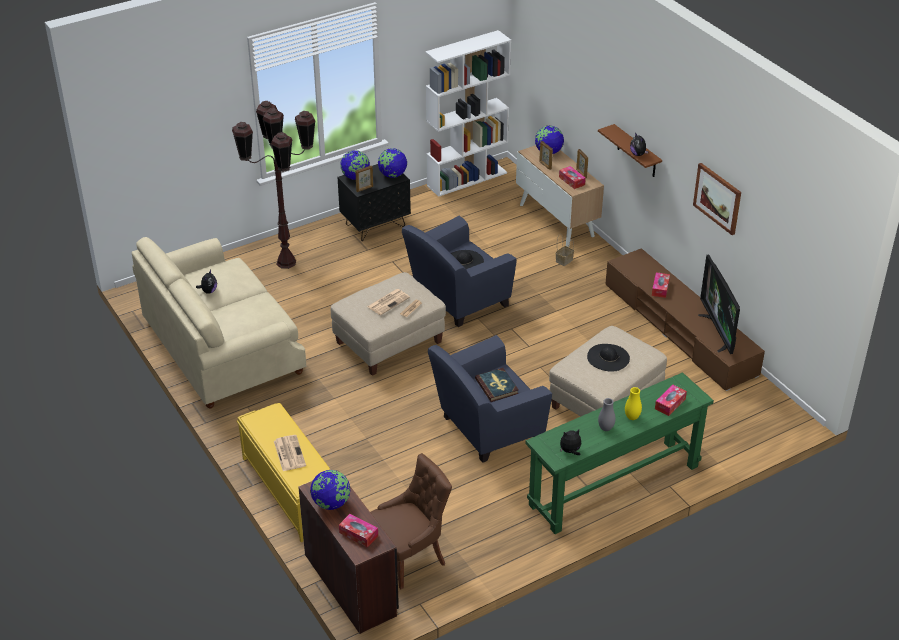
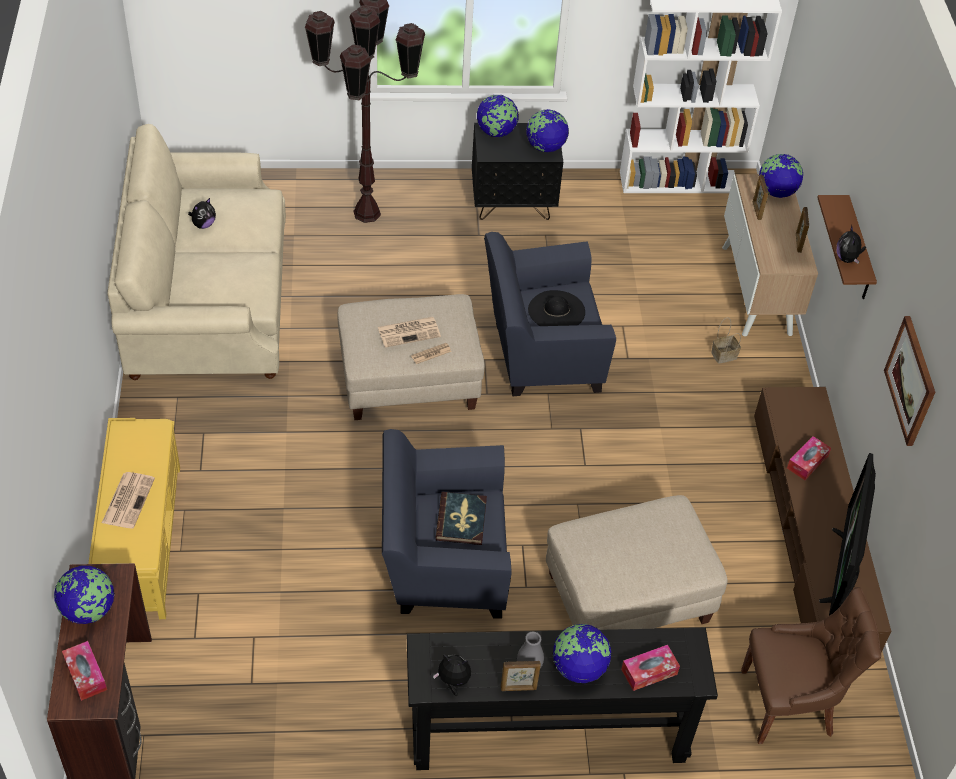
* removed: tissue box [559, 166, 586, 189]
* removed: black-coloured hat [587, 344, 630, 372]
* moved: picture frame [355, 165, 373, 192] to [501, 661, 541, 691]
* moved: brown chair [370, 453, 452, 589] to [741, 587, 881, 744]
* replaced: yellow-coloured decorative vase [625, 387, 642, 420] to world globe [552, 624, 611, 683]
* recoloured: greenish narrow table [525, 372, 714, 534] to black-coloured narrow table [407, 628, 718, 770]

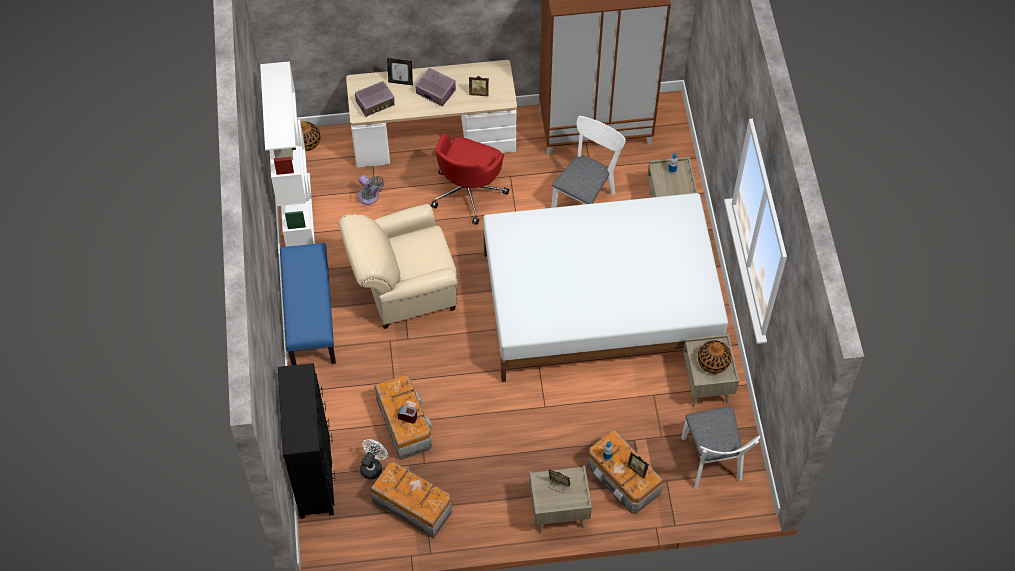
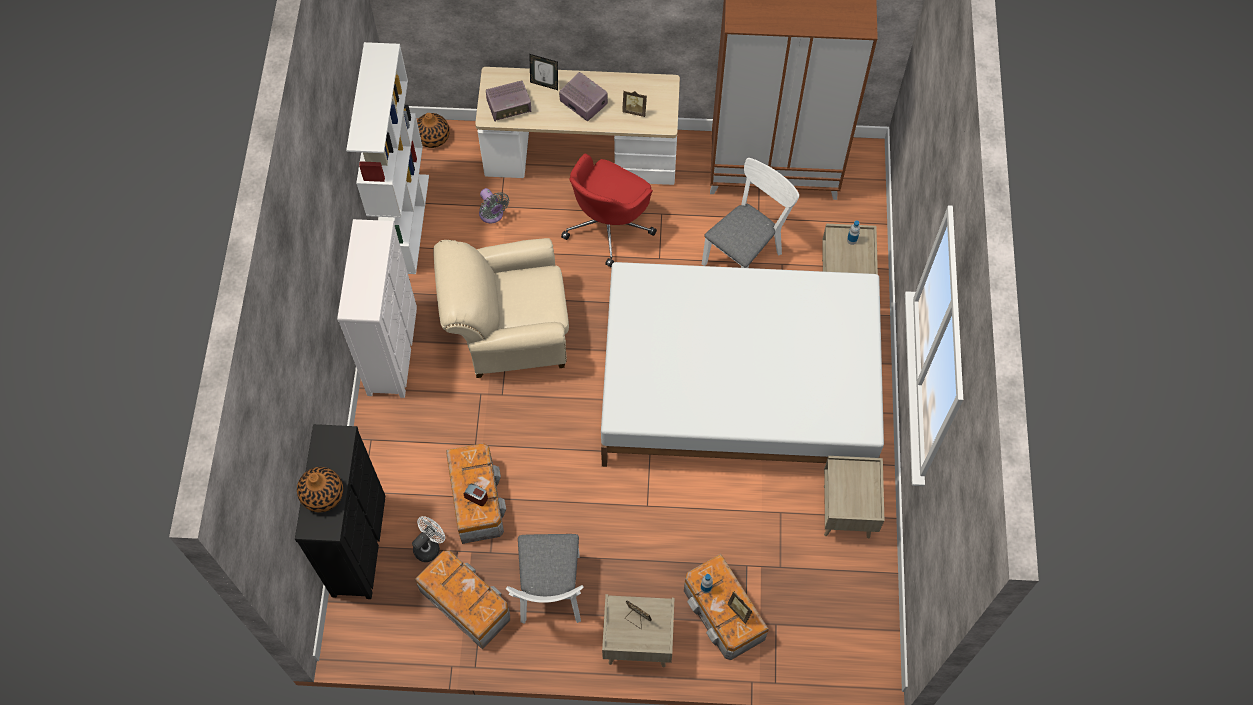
* moved: white chair [681, 407, 760, 489] to [506, 534, 584, 624]
* moved: decorative vase [698, 340, 731, 374] to [297, 467, 343, 512]
* replaced: bluish long seat [280, 243, 336, 365] to white dresser [337, 219, 417, 398]

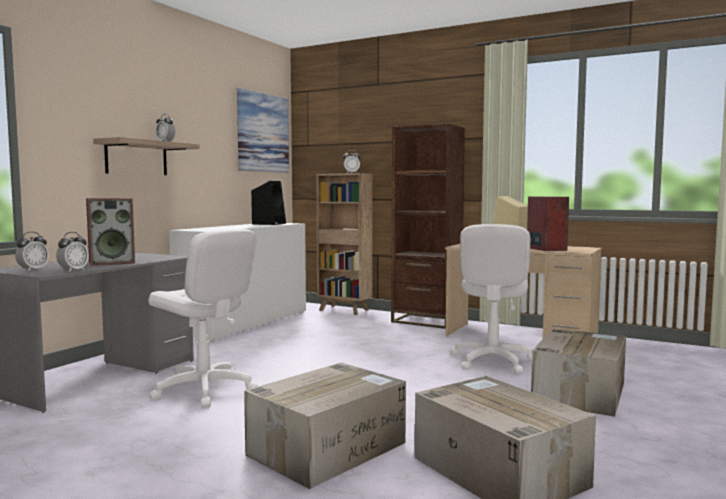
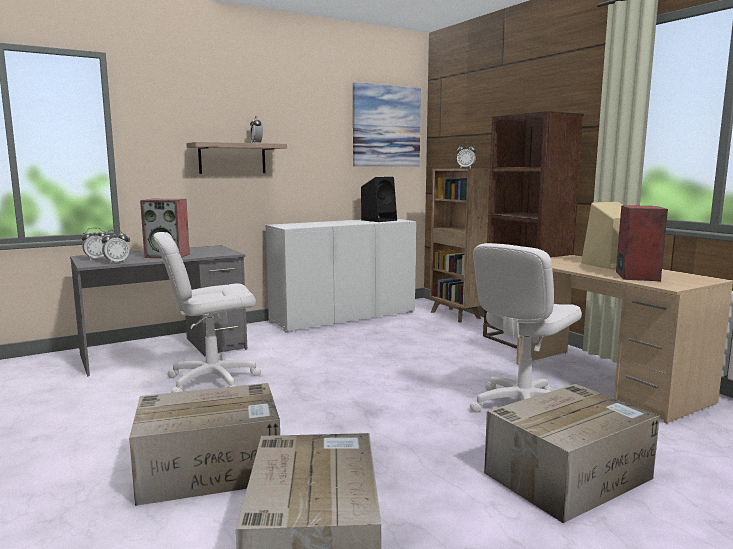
* turned: white computer chair [149, 229, 258, 408] = [153, 232, 261, 393] 90 degrees clockwise

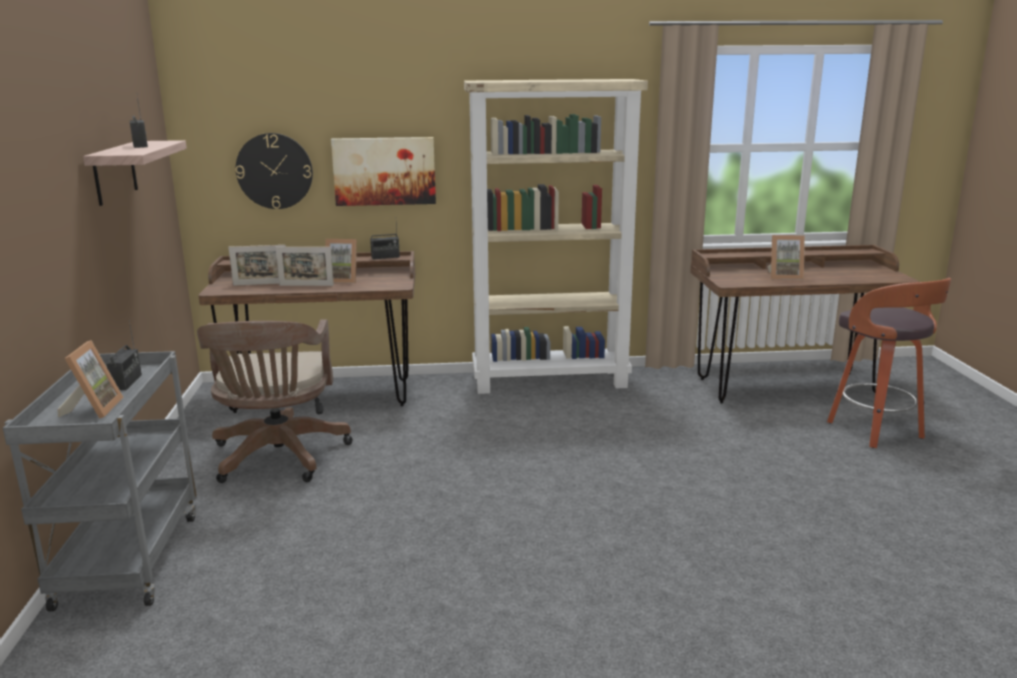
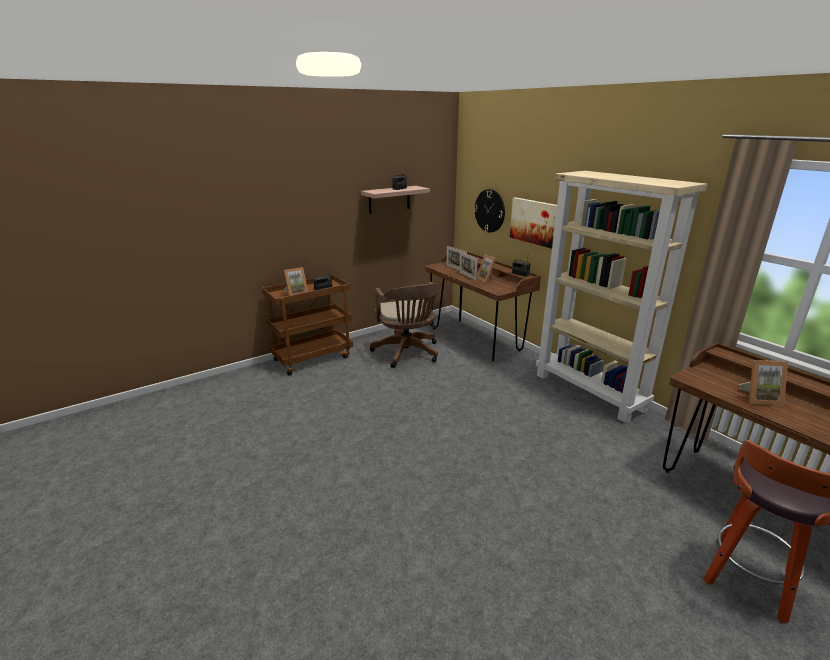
* recoloured: greyish wheeled cart [3, 351, 197, 611] to brown wheeled cart [262, 274, 353, 375]
* turned: brown computer chair [197, 319, 353, 483] = [370, 282, 440, 368] 75 degrees counterclockwise
* turned: picture frame [768, 235, 805, 280] = [739, 360, 788, 406] 60 degrees counterclockwise

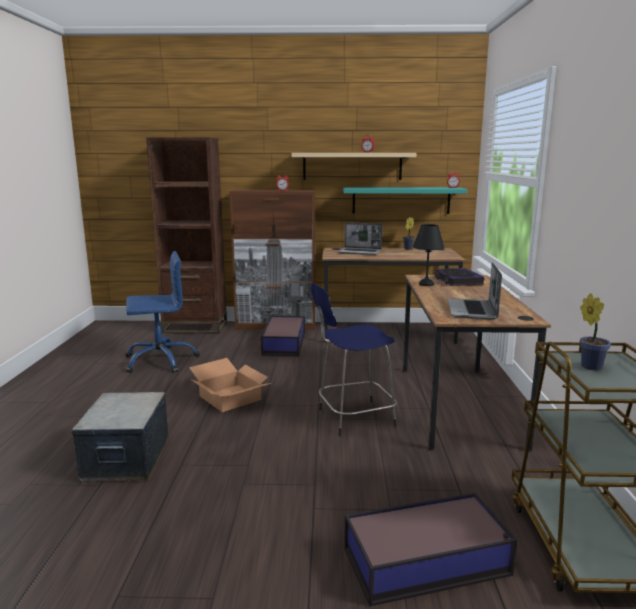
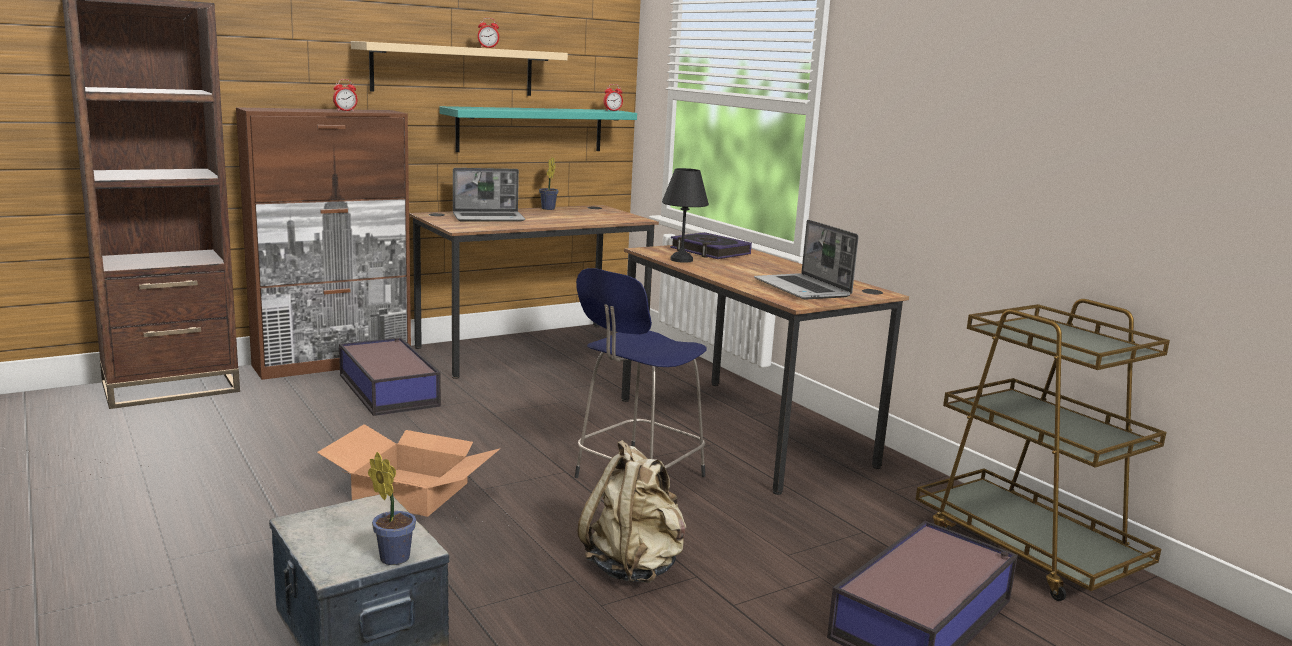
* removed: bluish computer chair [125, 251, 200, 373]
* added: beige rucksack [577, 440, 687, 583]
* moved: potted plant [580, 293, 611, 370] to [368, 452, 416, 565]

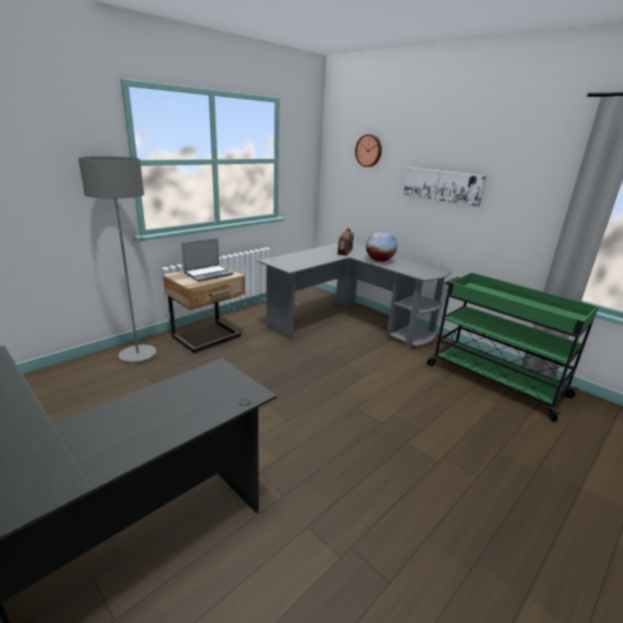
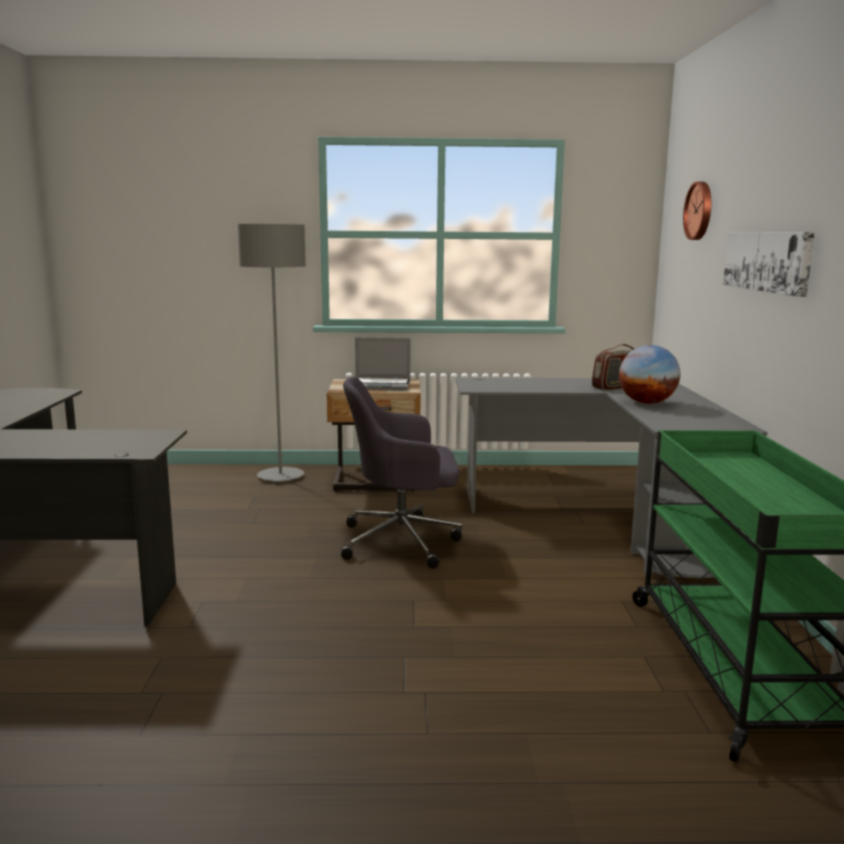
* added: greyish computer chair [341, 377, 462, 568]

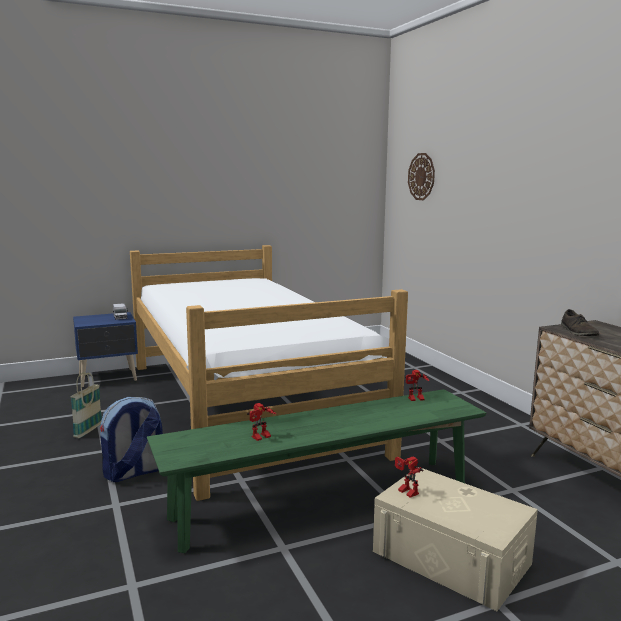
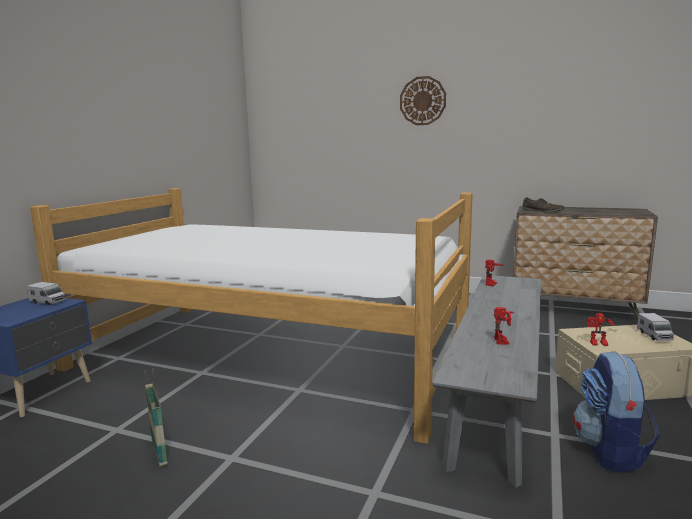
* added: toy truck [637, 313, 674, 341]
* moved: rucksack [100, 397, 163, 482] to [573, 352, 660, 472]
* moved: hanging clock [408, 153, 435, 200] to [400, 76, 446, 125]
* recoloured: greenish long seat [147, 389, 486, 553] to greyish long seat [432, 275, 541, 488]

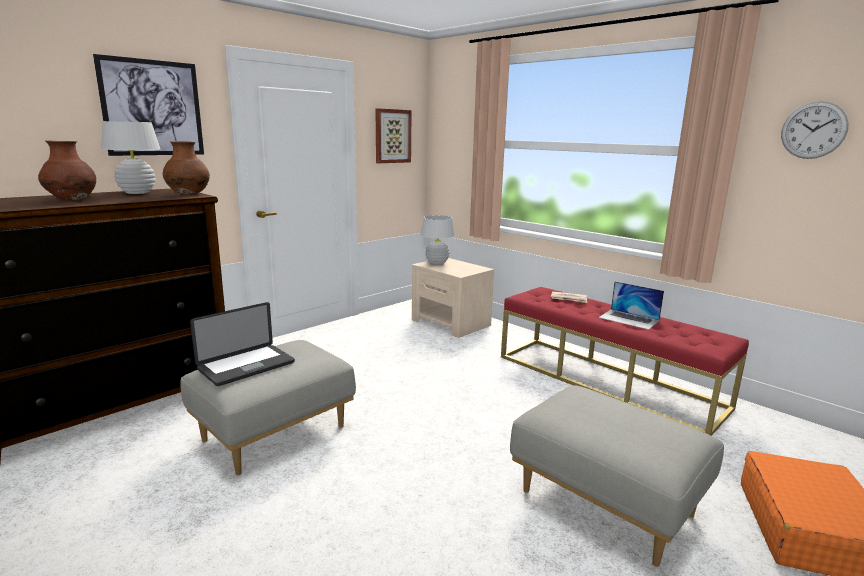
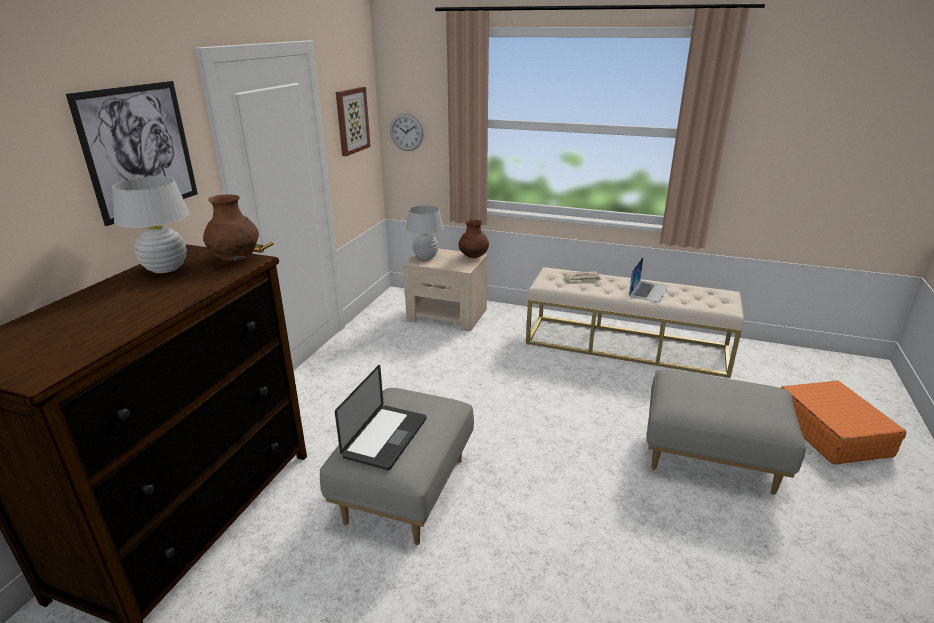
* moved: brown decorative vase [38, 140, 96, 201] to [458, 220, 489, 258]
* moved: hanging clock [781, 101, 849, 159] to [390, 113, 424, 151]
* recoloured: reddish long seat [501, 287, 749, 436] to beige long seat [526, 267, 744, 378]
* turned: portable computer [599, 281, 664, 330] = [629, 256, 669, 303] 75 degrees counterclockwise

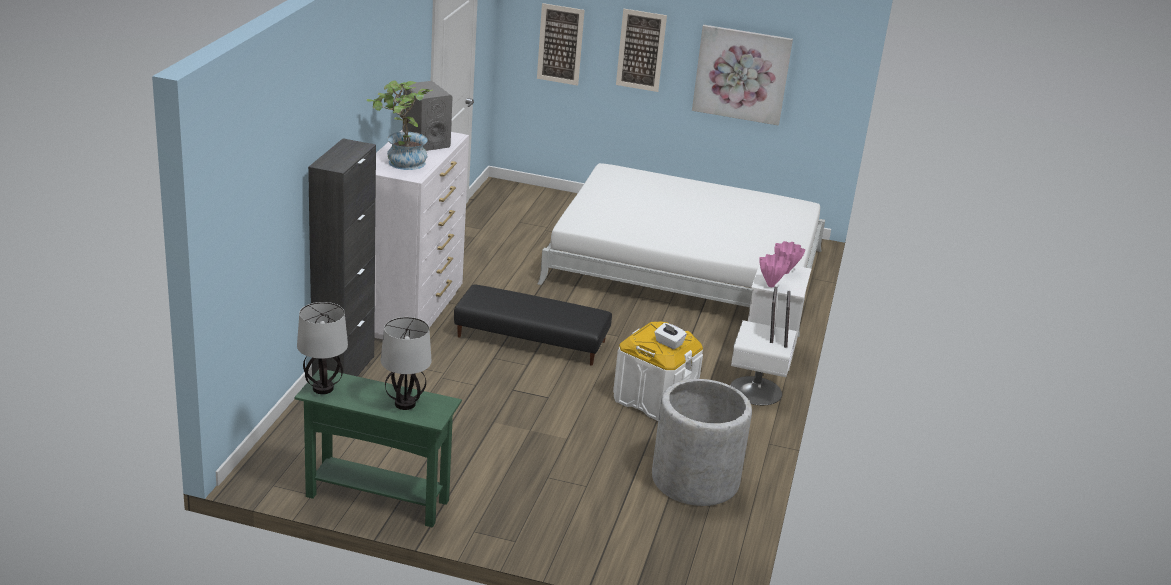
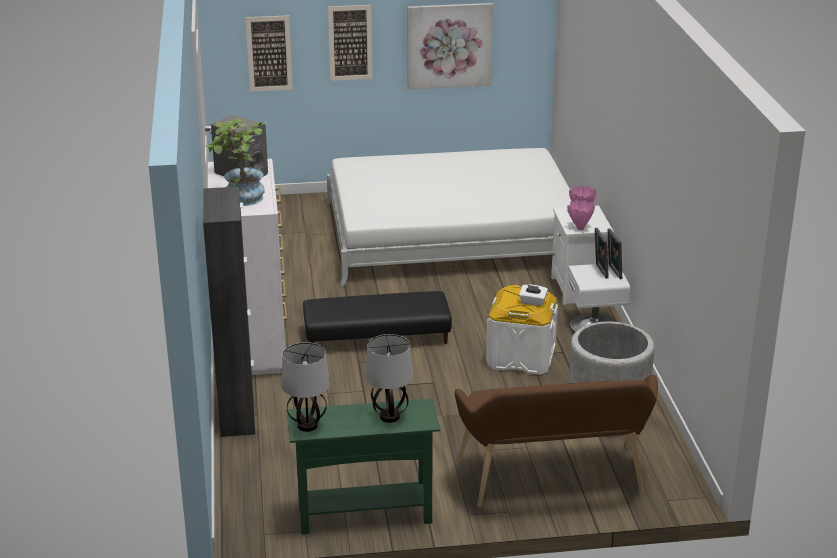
* added: brown long seat [454, 374, 658, 507]

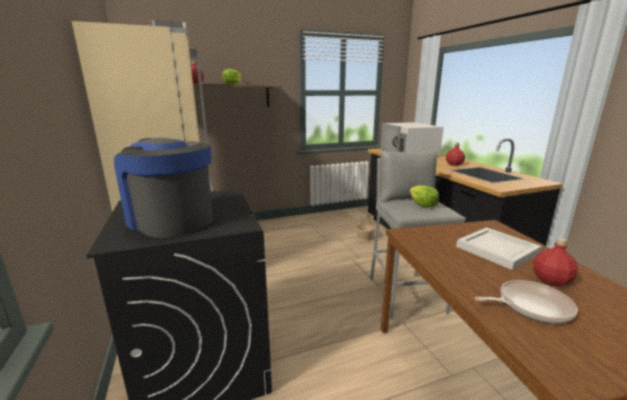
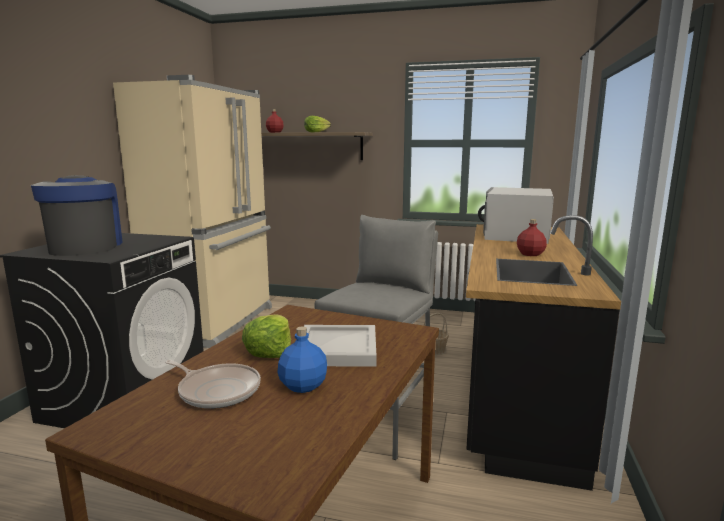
* moved: lettuce head [410, 186, 439, 207] to [242, 314, 291, 358]
* recoloured: reddish drink bottle [533, 238, 578, 286] to bluish drink bottle [277, 327, 327, 393]

